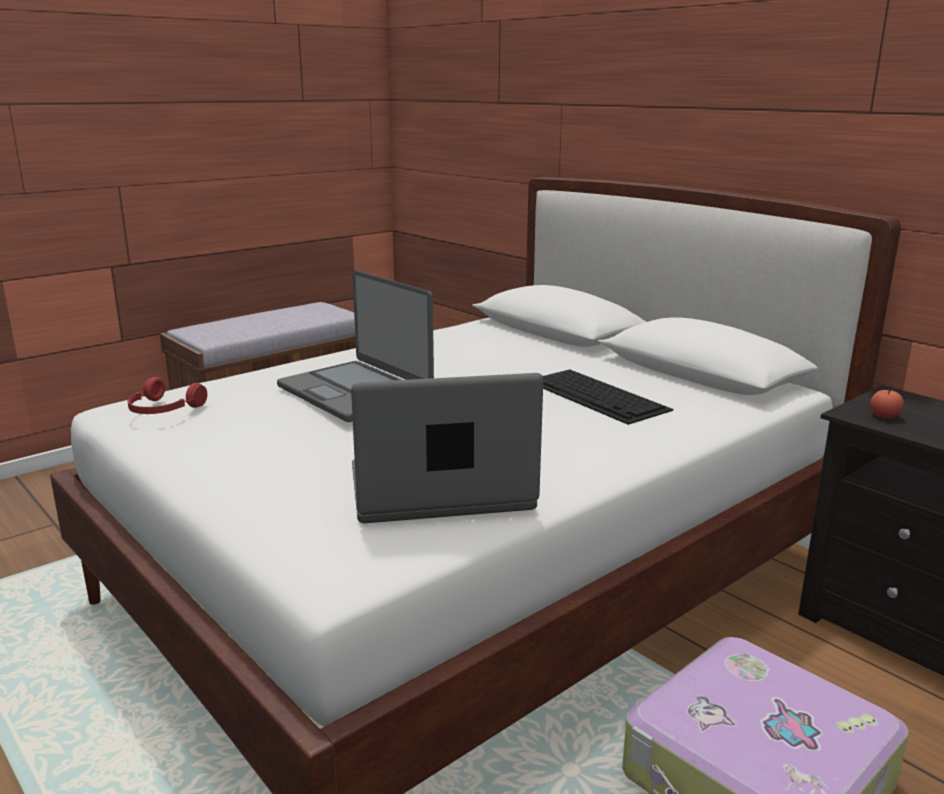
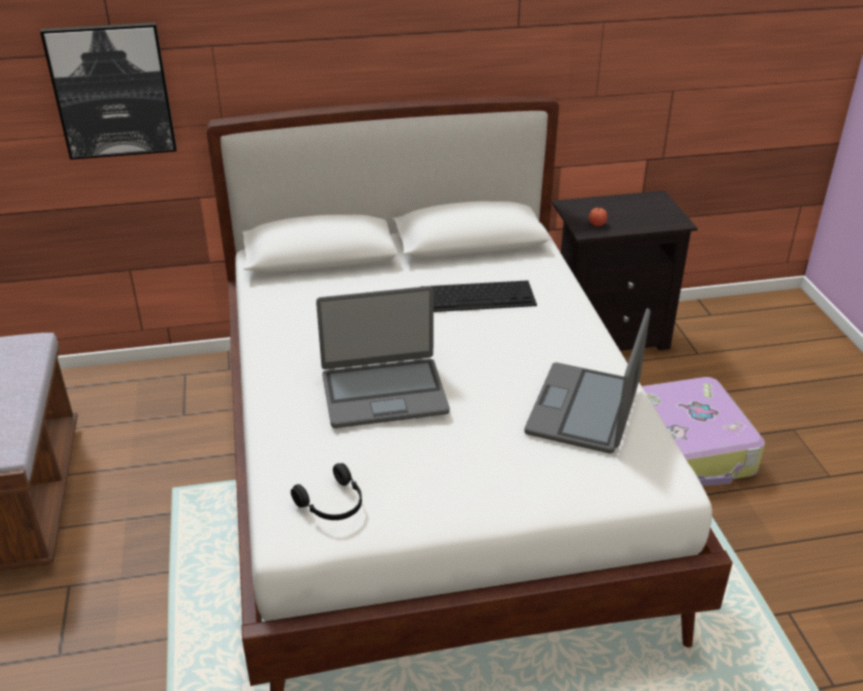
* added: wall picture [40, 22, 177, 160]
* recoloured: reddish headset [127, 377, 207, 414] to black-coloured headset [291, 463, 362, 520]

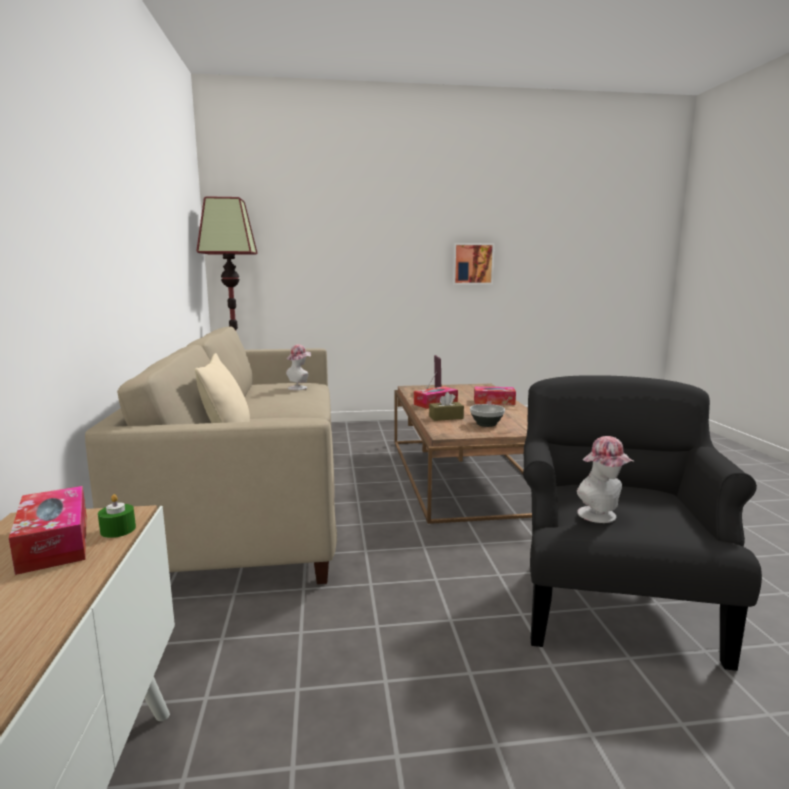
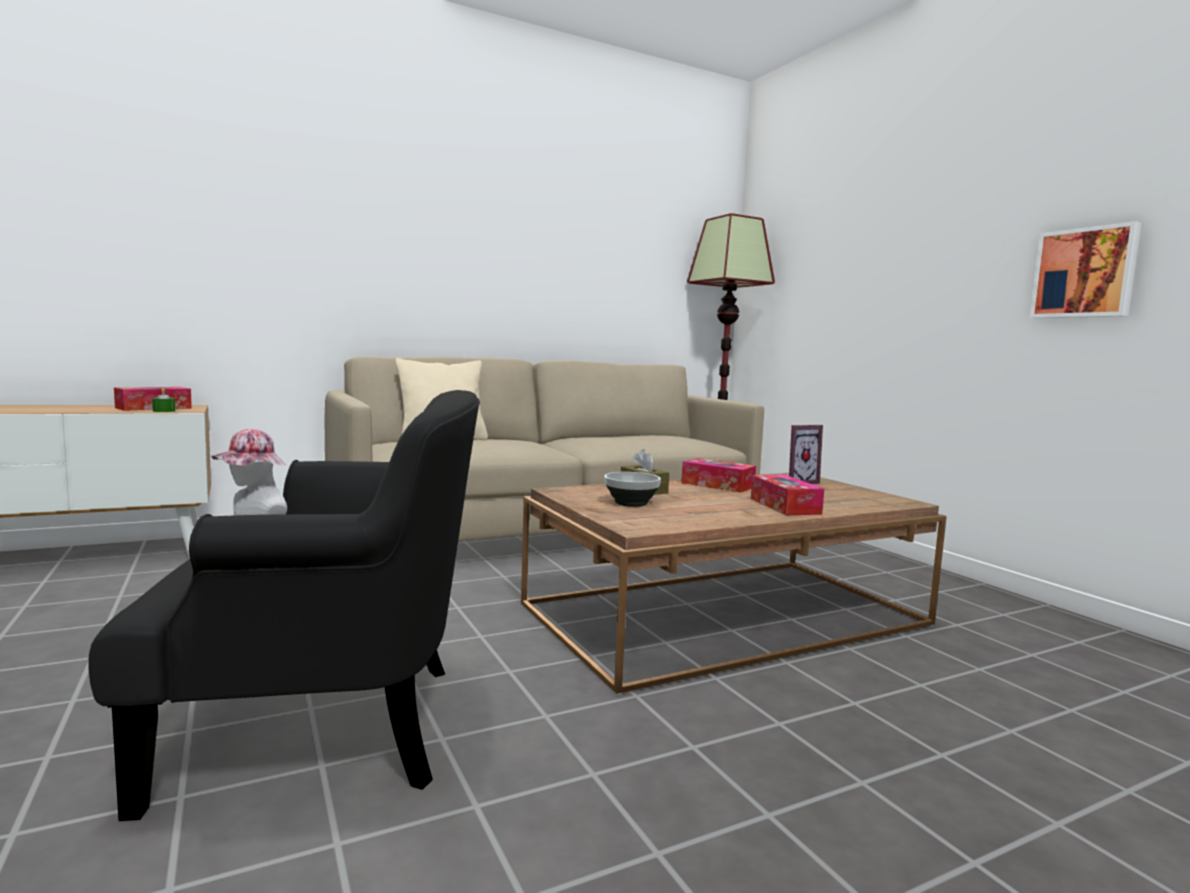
* removed: hat [286, 344, 311, 390]

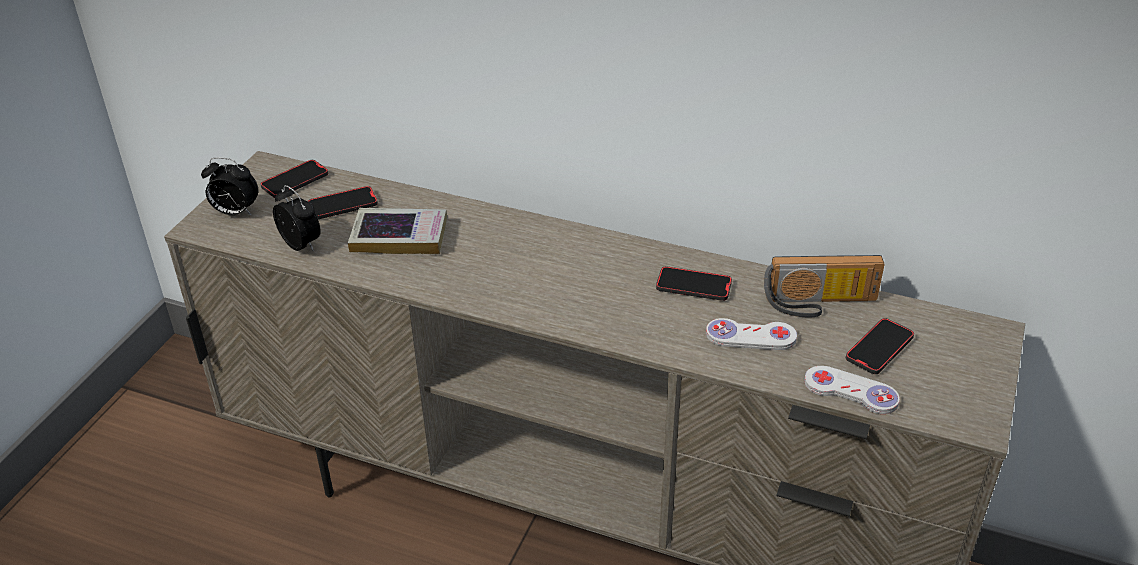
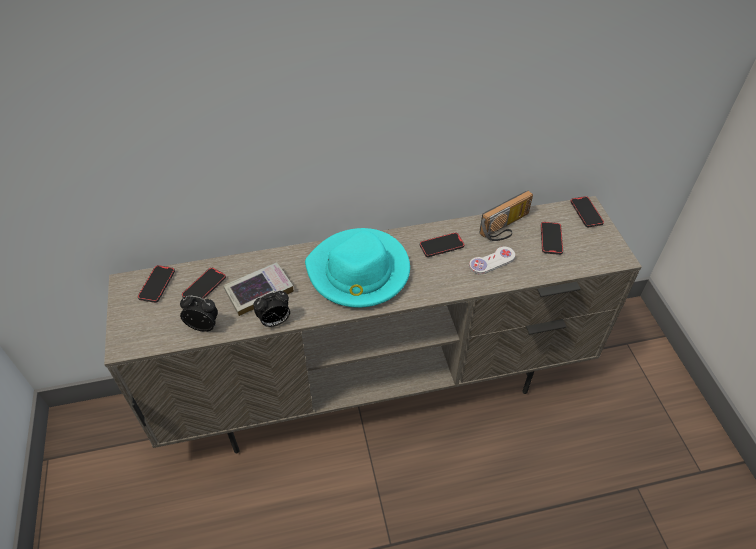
* removed: white game controller [804, 366, 900, 414]
* added: turquoise-coloured hat [305, 228, 410, 308]
* added: handset [570, 196, 604, 228]
* moved: alarm clock [201, 157, 258, 215] to [253, 291, 290, 327]

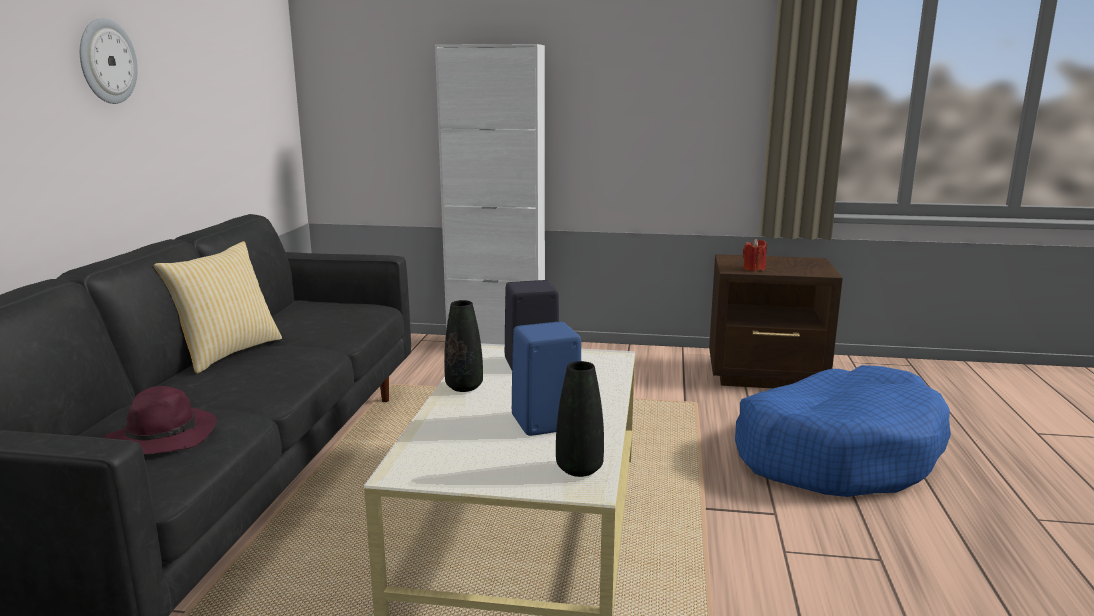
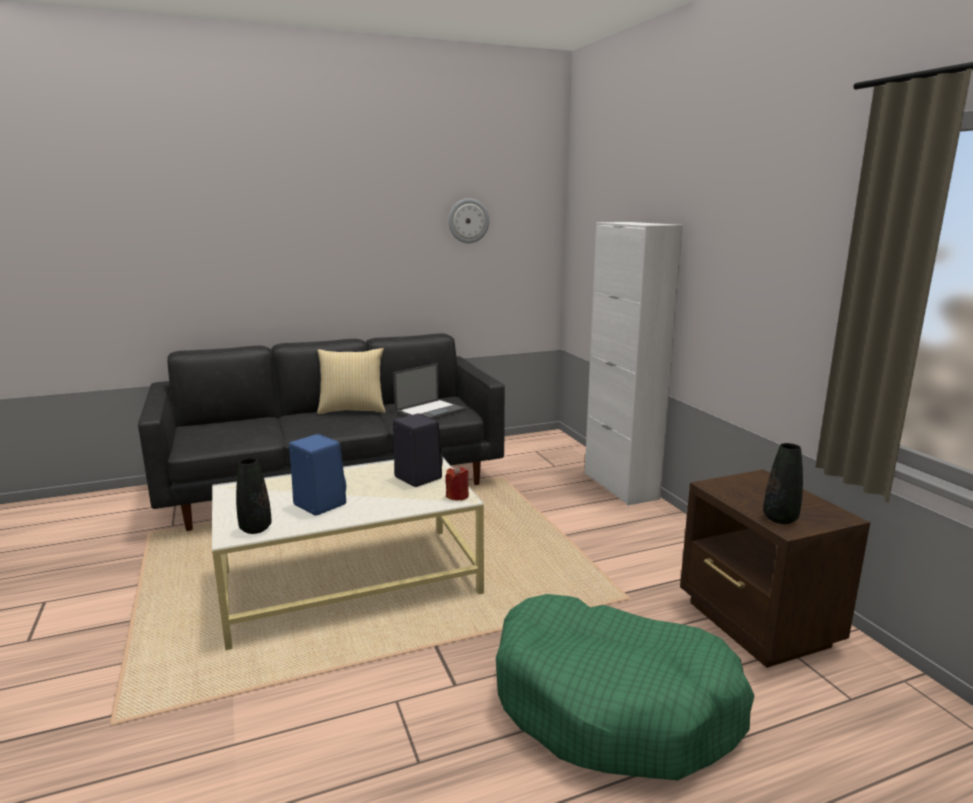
* removed: purplish hat [103, 386, 217, 454]
* added: portable computer [393, 363, 466, 419]
* moved: hanging clock [80, 18, 138, 104] to [448, 198, 489, 243]
* moved: black-coloured decorative vase [444, 300, 483, 392] to [763, 443, 803, 524]
* moved: reddish candle [743, 239, 767, 271] to [445, 465, 469, 501]
* recoloured: bluish dog cushion [735, 365, 951, 497] to greenish dog cushion [496, 594, 755, 780]

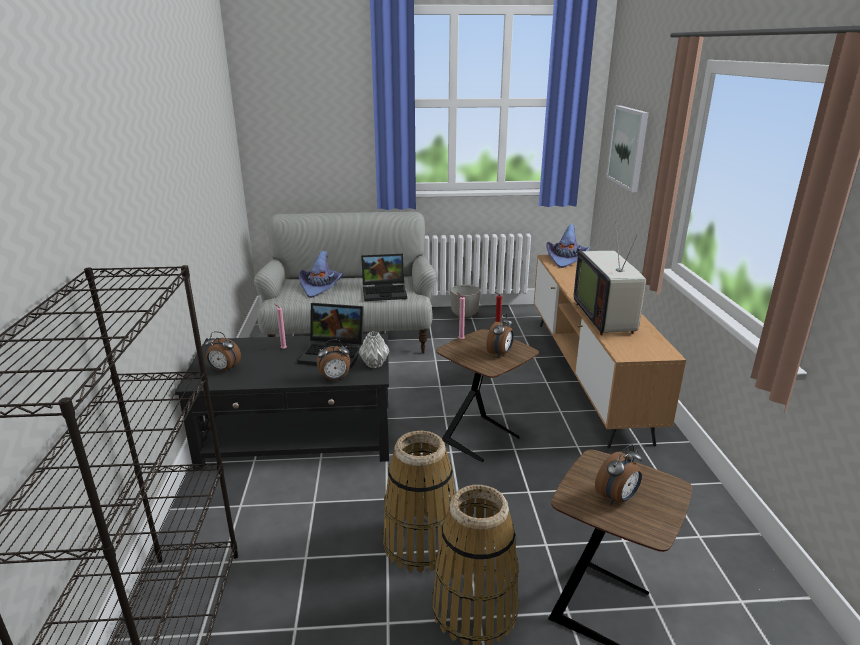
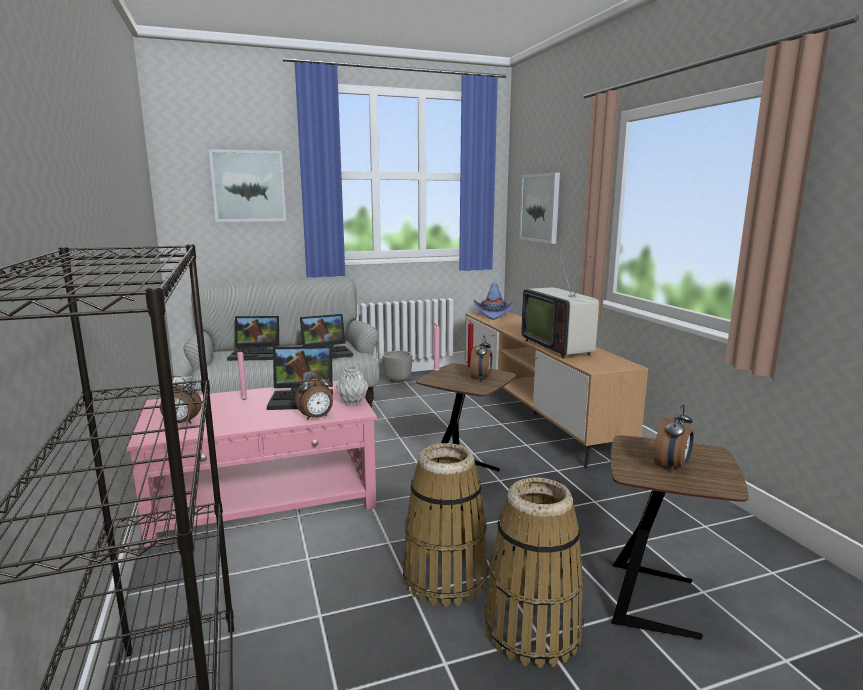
* added: wall picture [209, 149, 286, 222]
* replaced: purplish hat [299, 251, 343, 298] to portable computer [227, 316, 279, 361]
* recoloured: black-coloured lounge table [174, 333, 389, 470] to pink-coloured lounge table [126, 380, 377, 548]

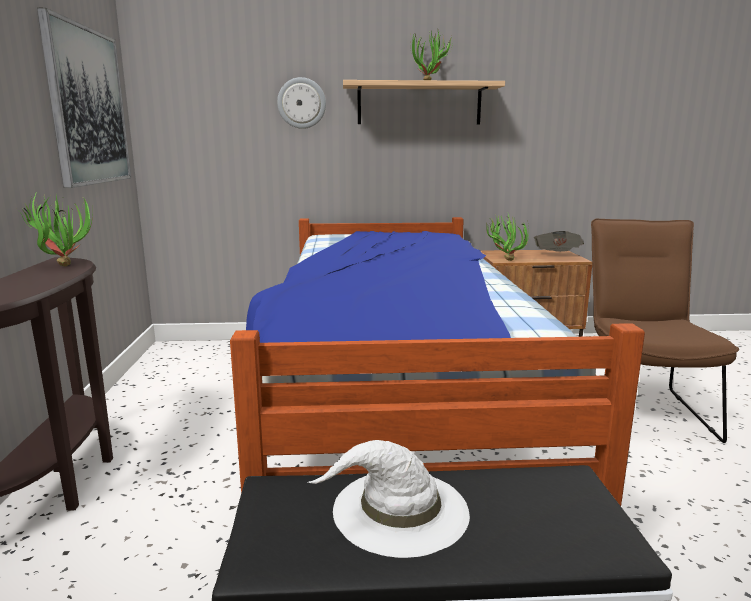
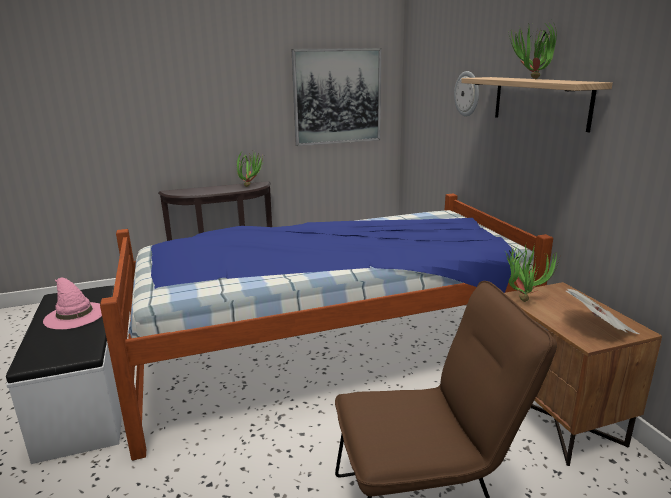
* recoloured: white hat [308, 440, 470, 558] to pink-coloured hat [43, 277, 102, 329]

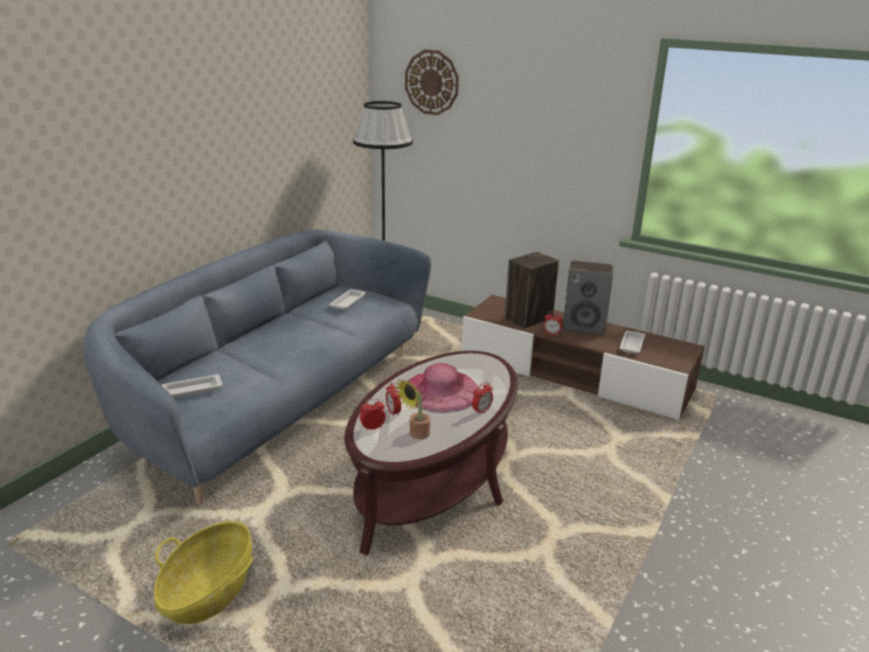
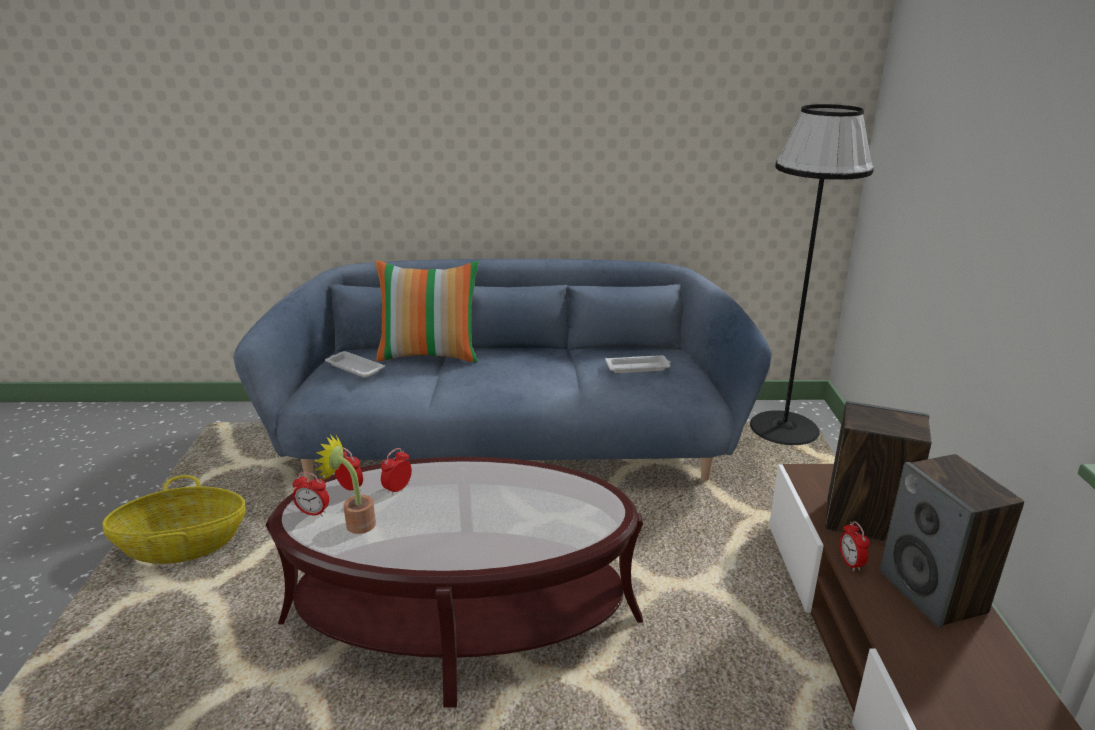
* removed: hanging clock [405, 50, 459, 115]
* removed: pink-coloured hat [407, 363, 479, 413]
* removed: white carrying tray [619, 331, 645, 354]
* added: cushion [375, 260, 479, 362]
* moved: alarm clock [472, 382, 493, 415] to [293, 472, 329, 516]

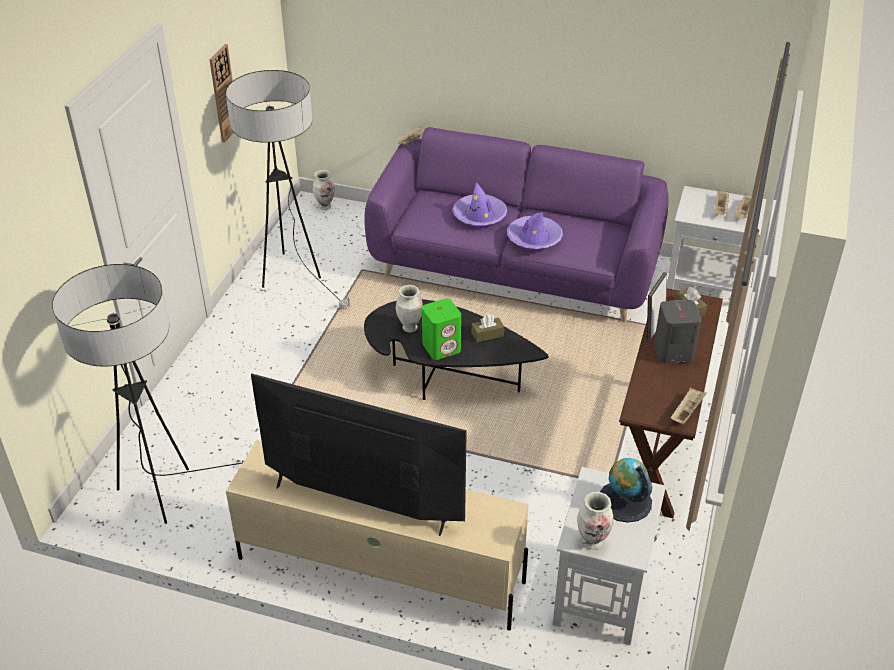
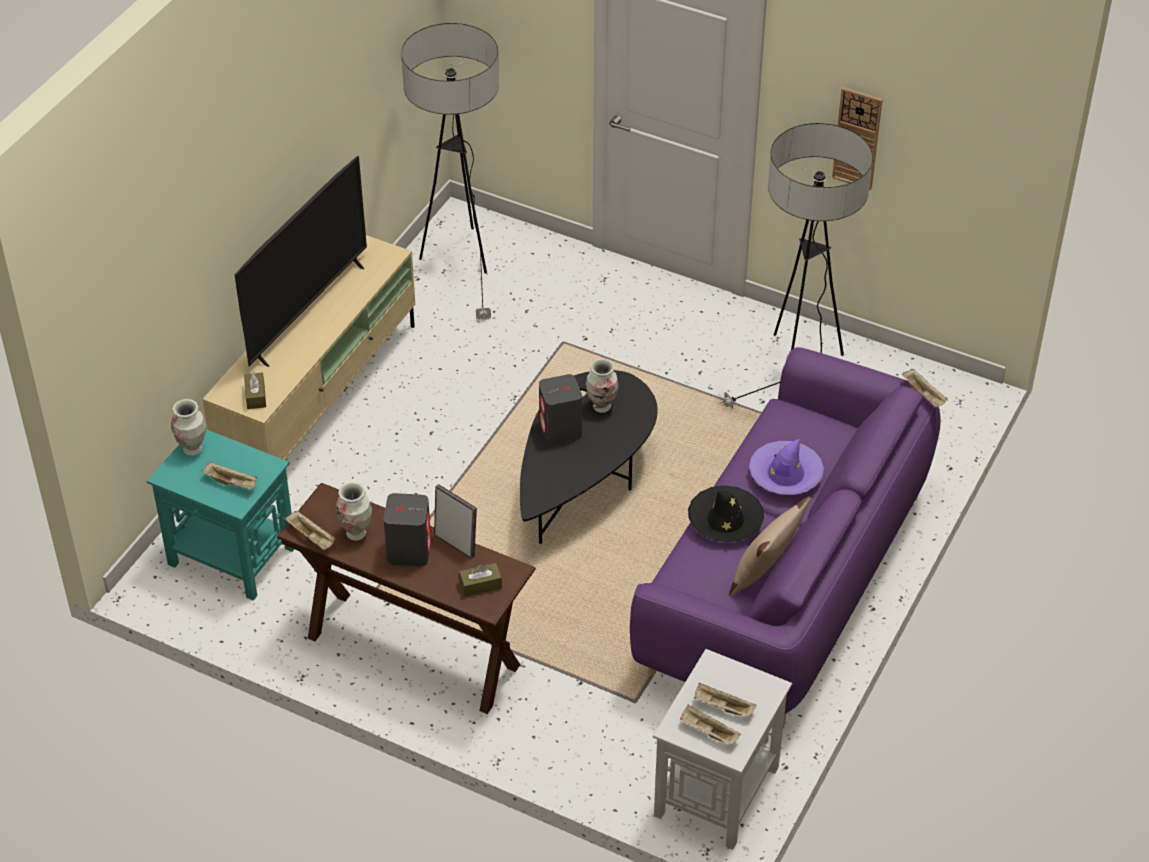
* added: beige cushion [729, 496, 810, 595]
* moved: decorative vase [313, 170, 335, 210] to [336, 482, 372, 541]
* moved: brown tissue box [472, 315, 504, 342] to [244, 372, 266, 409]
* replaced: world globe [600, 458, 652, 523] to beige carrying tray [202, 462, 258, 490]
* recoloured: greenish loudspeaker [422, 298, 461, 360] to greyish loudspeaker [539, 374, 582, 444]
* recoloured: purplish hat [507, 212, 563, 251] to black-coloured hat [688, 485, 764, 542]
* recoloured: white side table [553, 467, 666, 645] to turquoise-coloured side table [147, 429, 295, 601]

